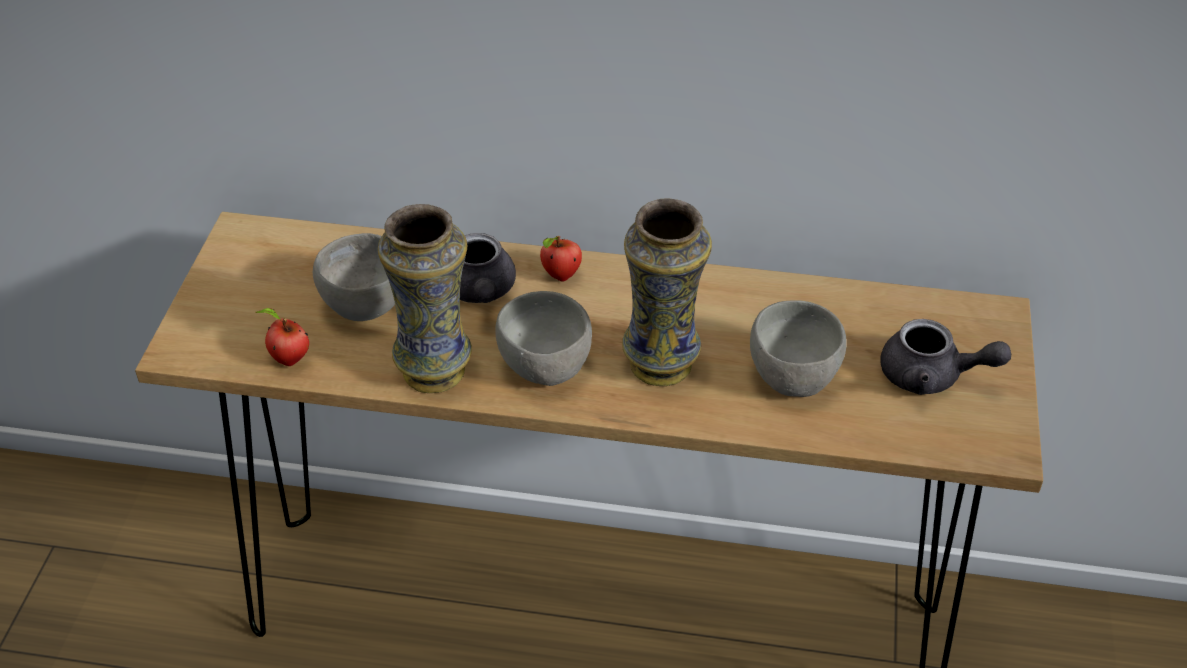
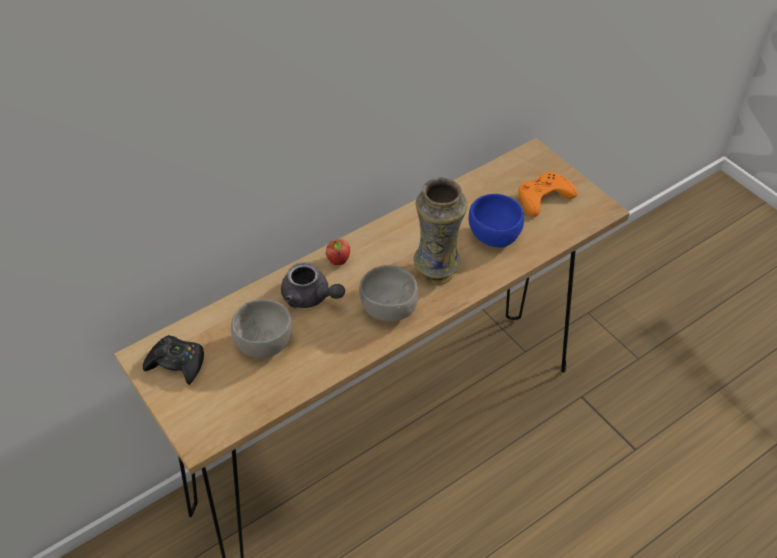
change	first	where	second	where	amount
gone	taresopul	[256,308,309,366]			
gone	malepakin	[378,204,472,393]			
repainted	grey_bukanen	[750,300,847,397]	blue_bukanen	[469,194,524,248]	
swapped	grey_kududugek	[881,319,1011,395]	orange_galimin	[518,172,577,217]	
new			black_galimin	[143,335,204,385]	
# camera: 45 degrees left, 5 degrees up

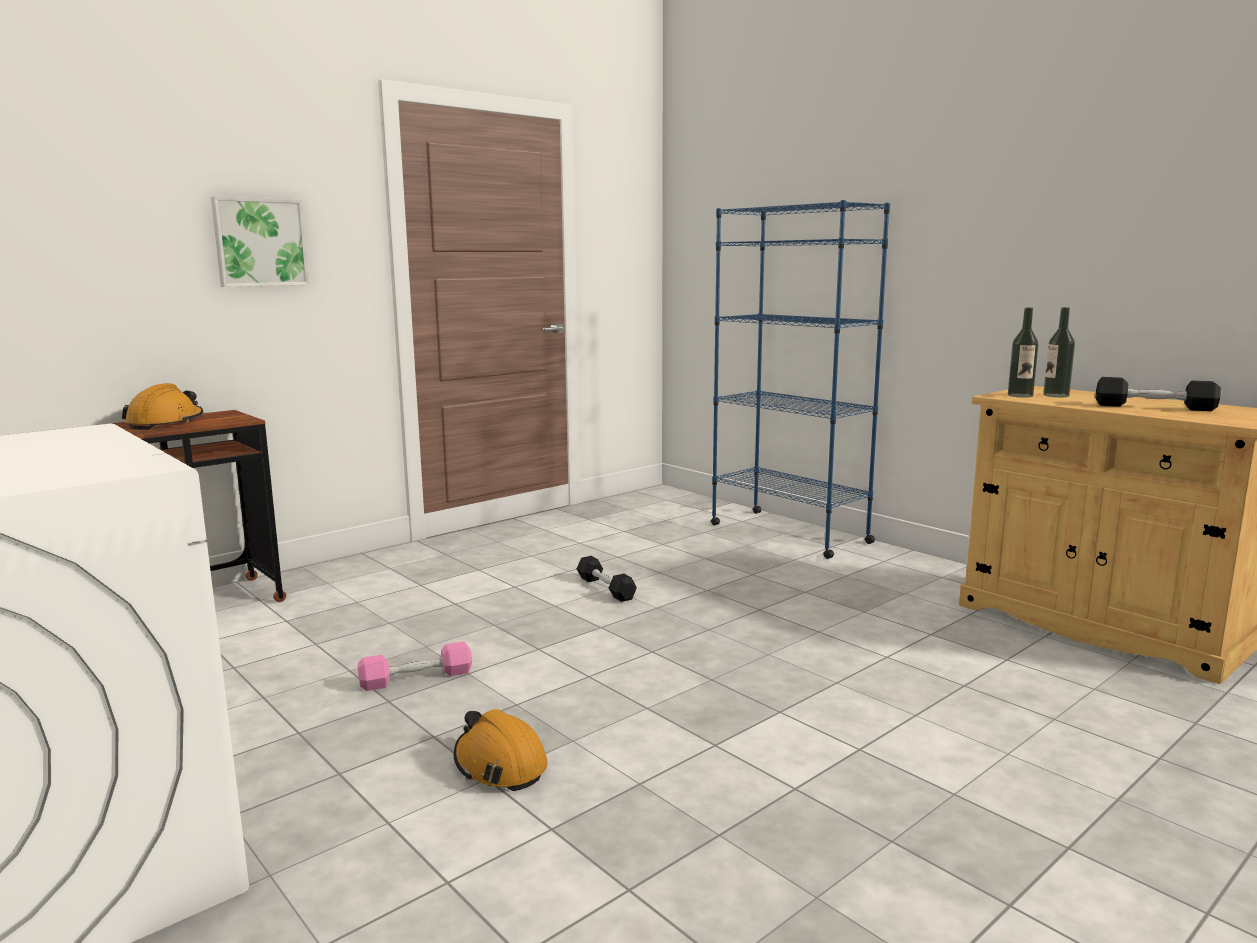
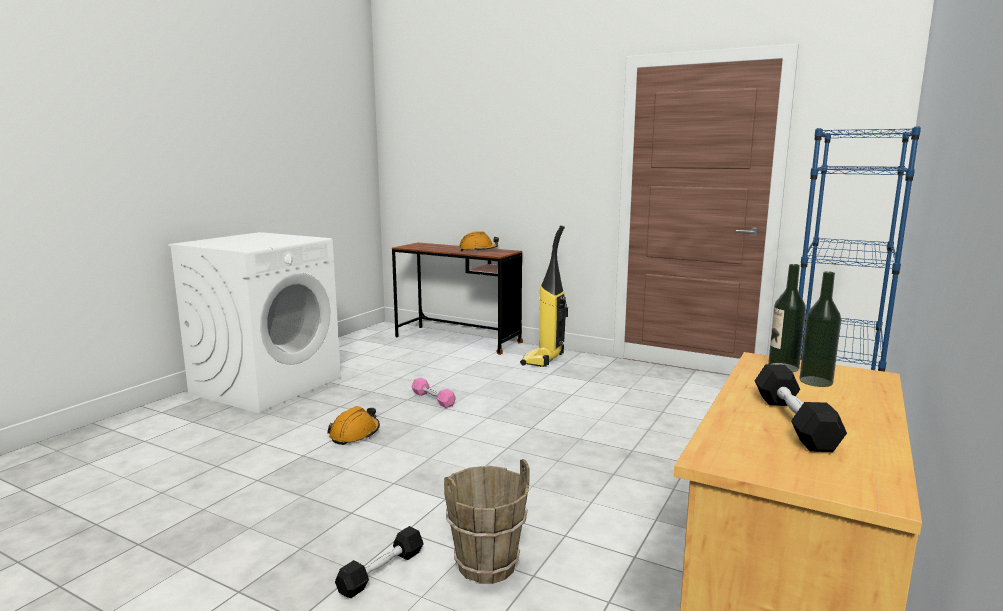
change	first	where	second	where	amount
gone	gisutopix	[211,197,309,287]			
shifted	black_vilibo	[577,556,637,602]		[335,526,424,598]	
new			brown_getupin	[444,459,530,584]	
new			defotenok	[520,225,568,367]	
# camera: 70 degrees right, 0 degrees up

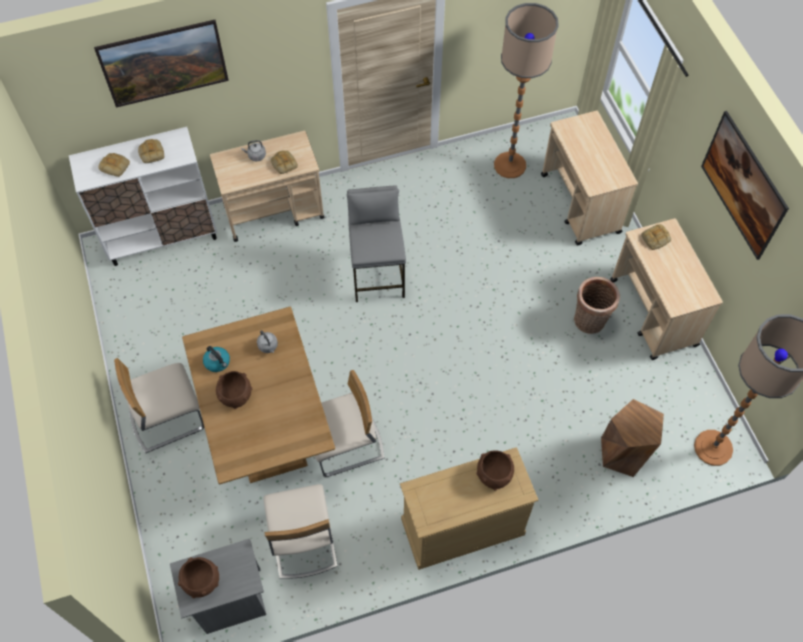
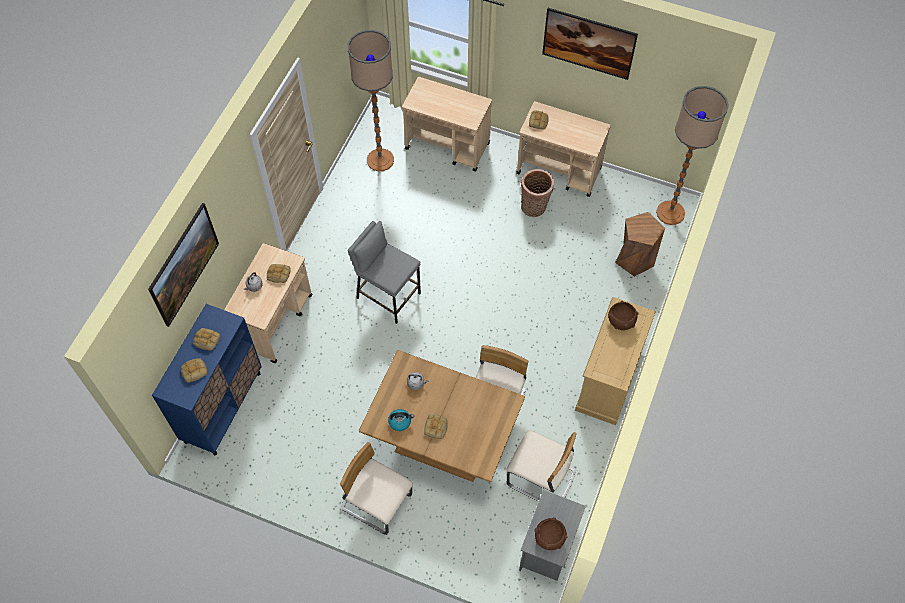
change	first	where	second	where	amount
repainted	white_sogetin	[69,127,217,266]	blue_sogetin	[152,304,262,455]	
rotated	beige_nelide	[114,358,204,453]		[340,442,413,535]	105 degrees clockwise
swapped	brown_bukanen	[216,371,252,409]	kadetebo	[424,414,448,439]	
# camera: 50 degrees left, 0 degrees up

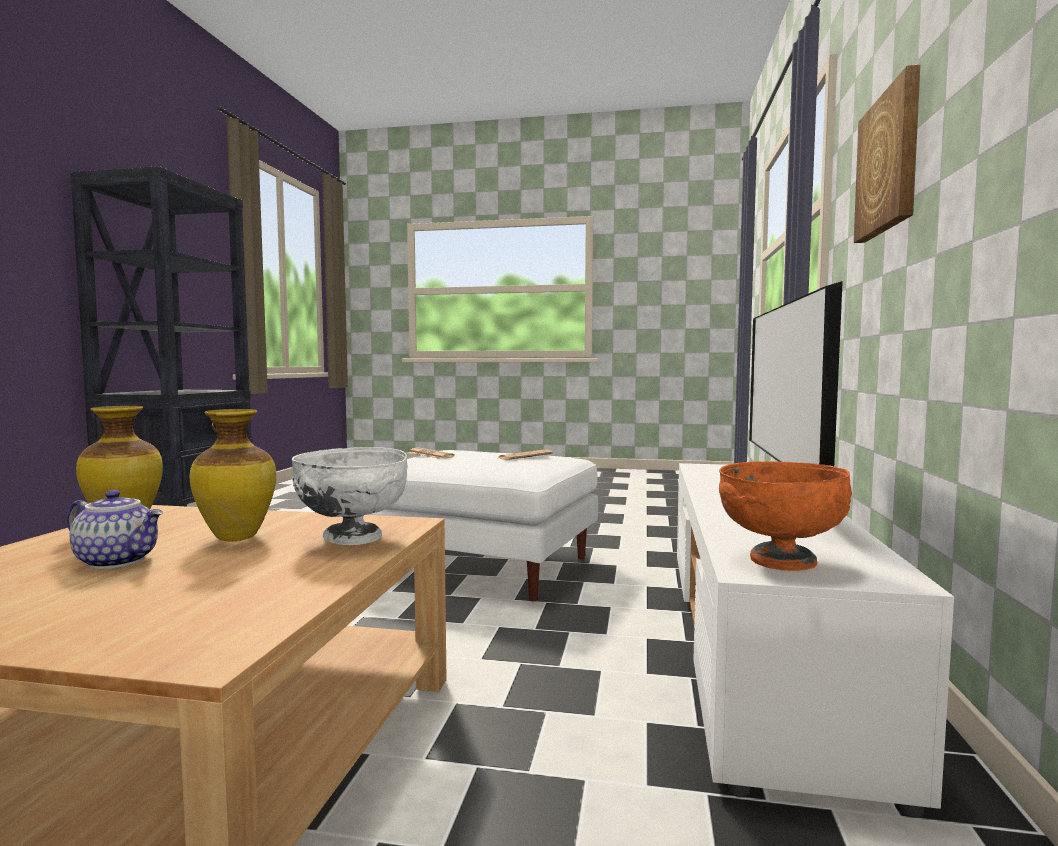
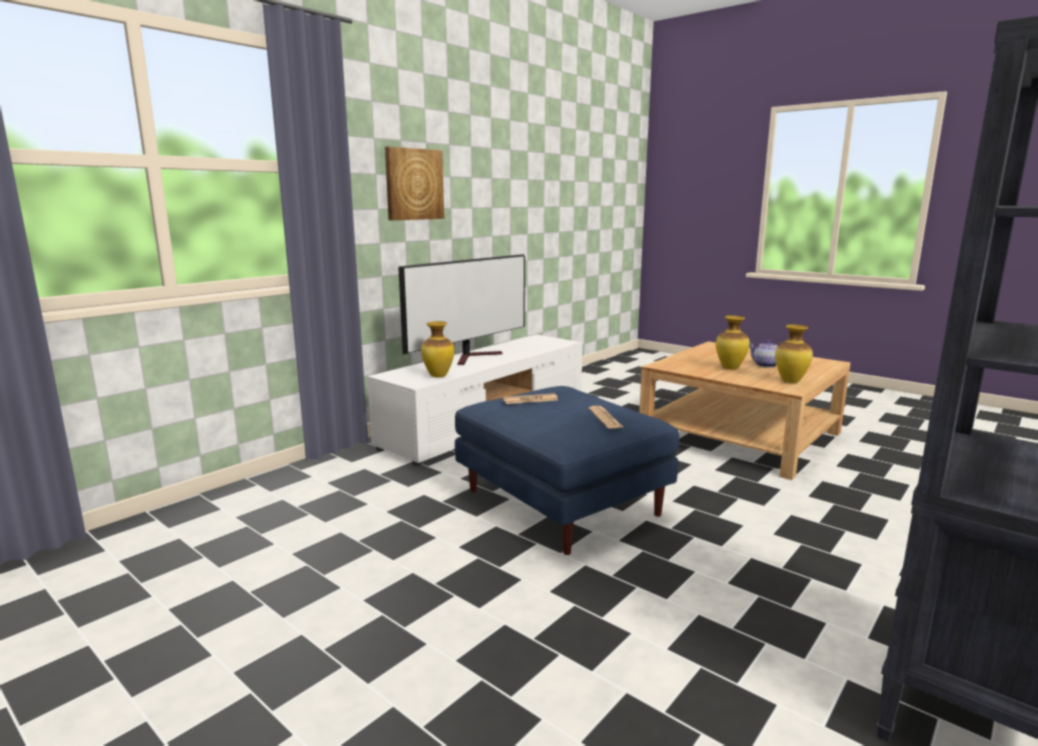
change	first	where	second	where	amount
gone	white_bukanen	[292,447,408,545]			
repainted	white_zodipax	[367,450,598,601]	blue_zodipax	[455,386,679,555]	
gone	orange_bukanen	[719,461,852,571]			
new			malepakin	[421,321,454,378]	
# camera: 150 degrees left, 10 degrees up

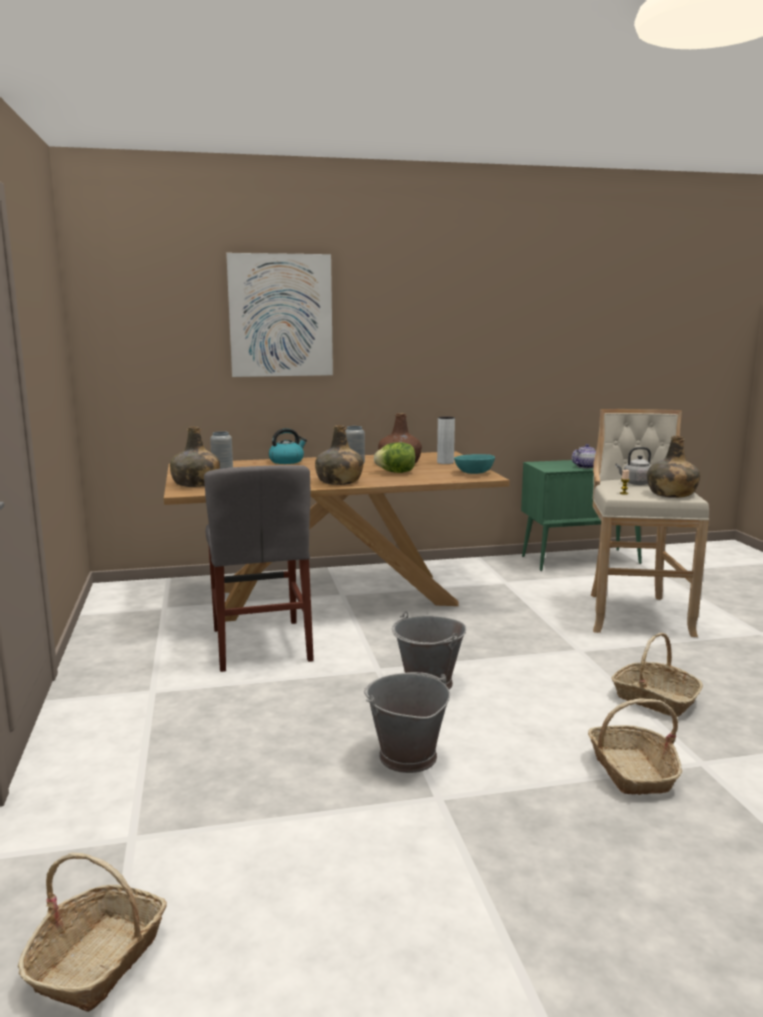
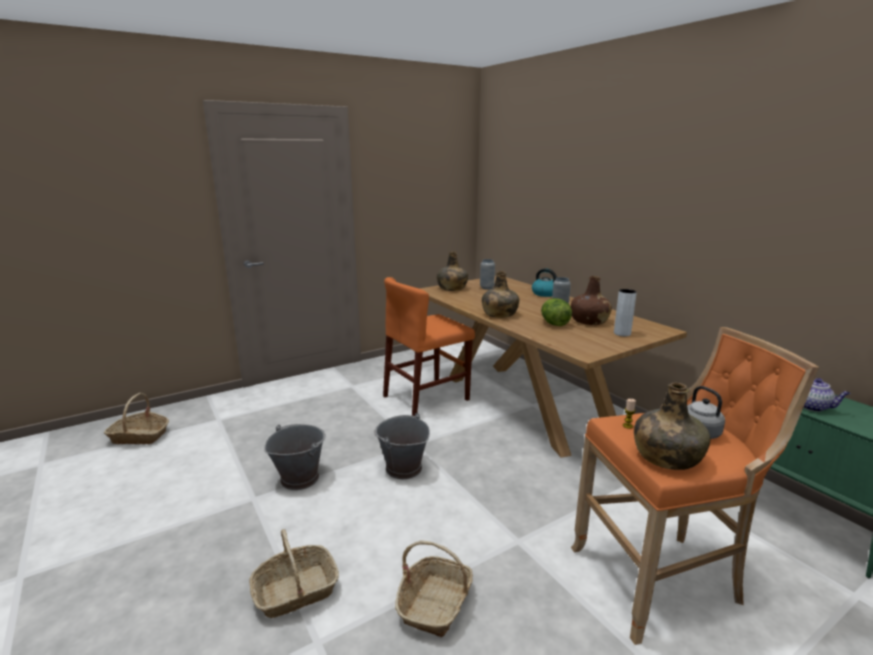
change	first	where	second	where	amount
repainted	grey_nelide	[204,465,314,672]	orange_nelide	[383,277,475,416]	
gone	gisutopix	[226,253,333,377]			
gone	turquoise_bukanen	[454,454,495,474]			
repainted	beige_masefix	[591,409,709,637]	orange_masefix	[571,327,819,645]	
# camera: 70 degrees right, 5 degrees up

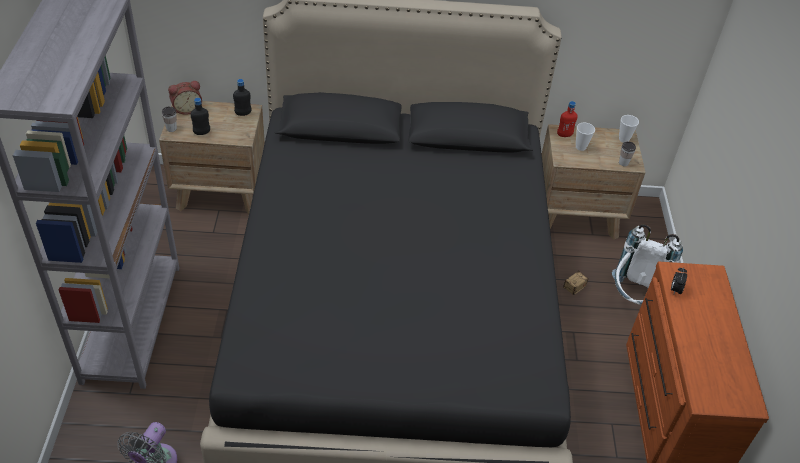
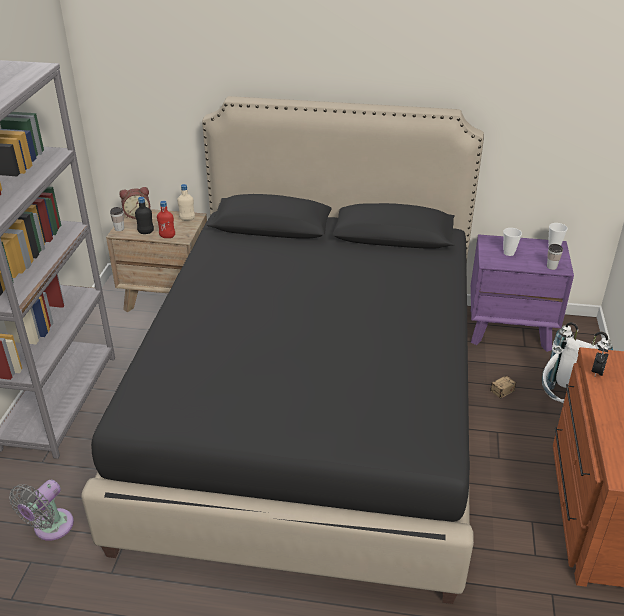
change	first	where	second	where	amount
repainted	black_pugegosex	[233,79,252,116]	beige_pugegosex	[177,184,195,221]	
repainted	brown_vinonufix	[542,124,646,240]	purple_vinonufix	[470,234,574,352]	
shifted	red_pugegosex	[557,101,578,137]		[157,201,175,238]	
# camera: 10 degrees right, 10 degrees down

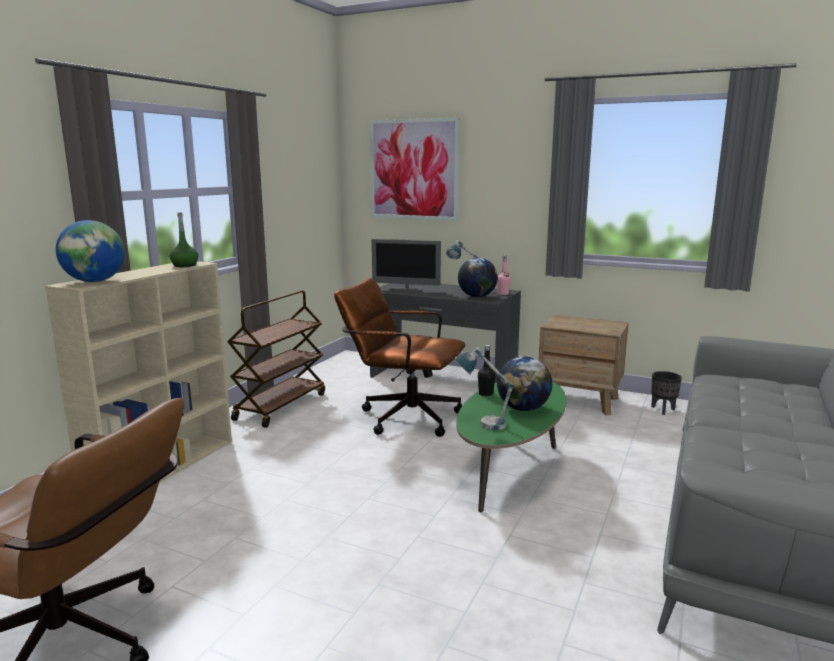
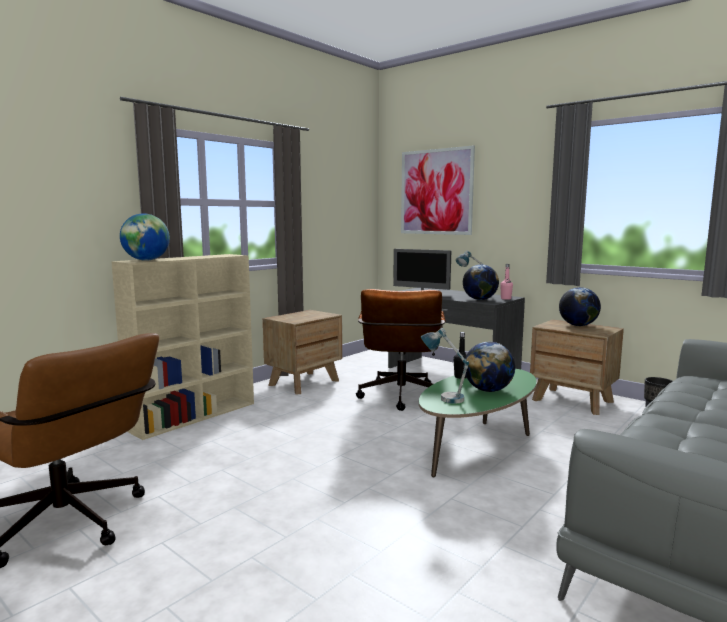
change	first	where	second	where	amount
gone	green_pugegosex	[169,213,199,267]			
swapped	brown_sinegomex	[227,290,325,428]	brown_vinonufix	[263,310,342,395]	
rotated	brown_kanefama	[334,278,466,437]		[356,289,445,411]	120 degrees counterclockwise
new			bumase	[559,287,601,326]	
# camera: 15 degrees right, 5 degrees down

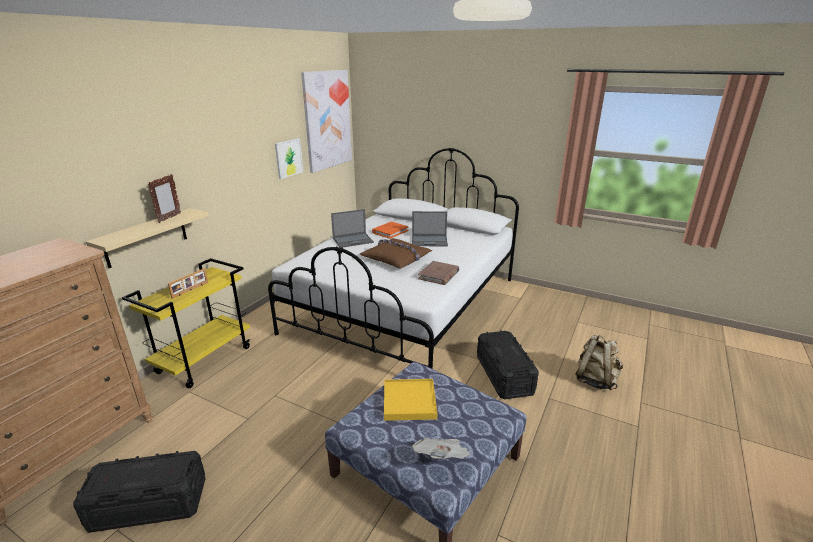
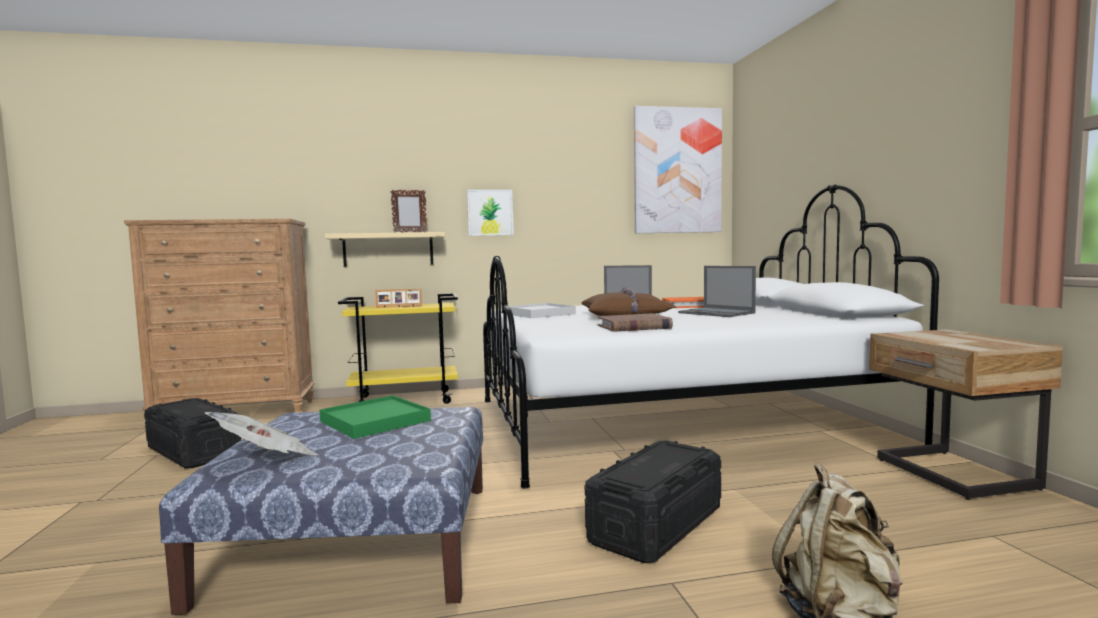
change	first	where	second	where	amount
shifted	gisutopix	[275,138,303,179]		[467,190,514,236]	
repainted	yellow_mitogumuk	[384,379,437,421]	green_mitogumuk	[320,395,431,439]	
new			white_mitogumuk	[509,303,576,318]	
new			beige_vinonufix	[869,329,1063,500]	
# camera: 50 degrees right, 20 degrees down

